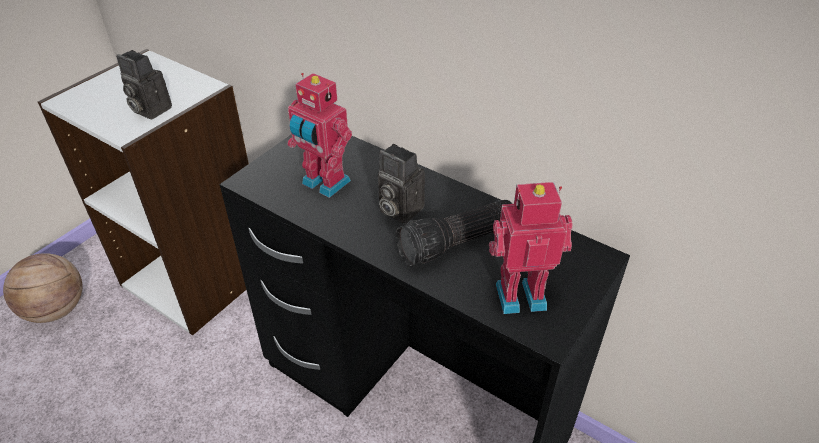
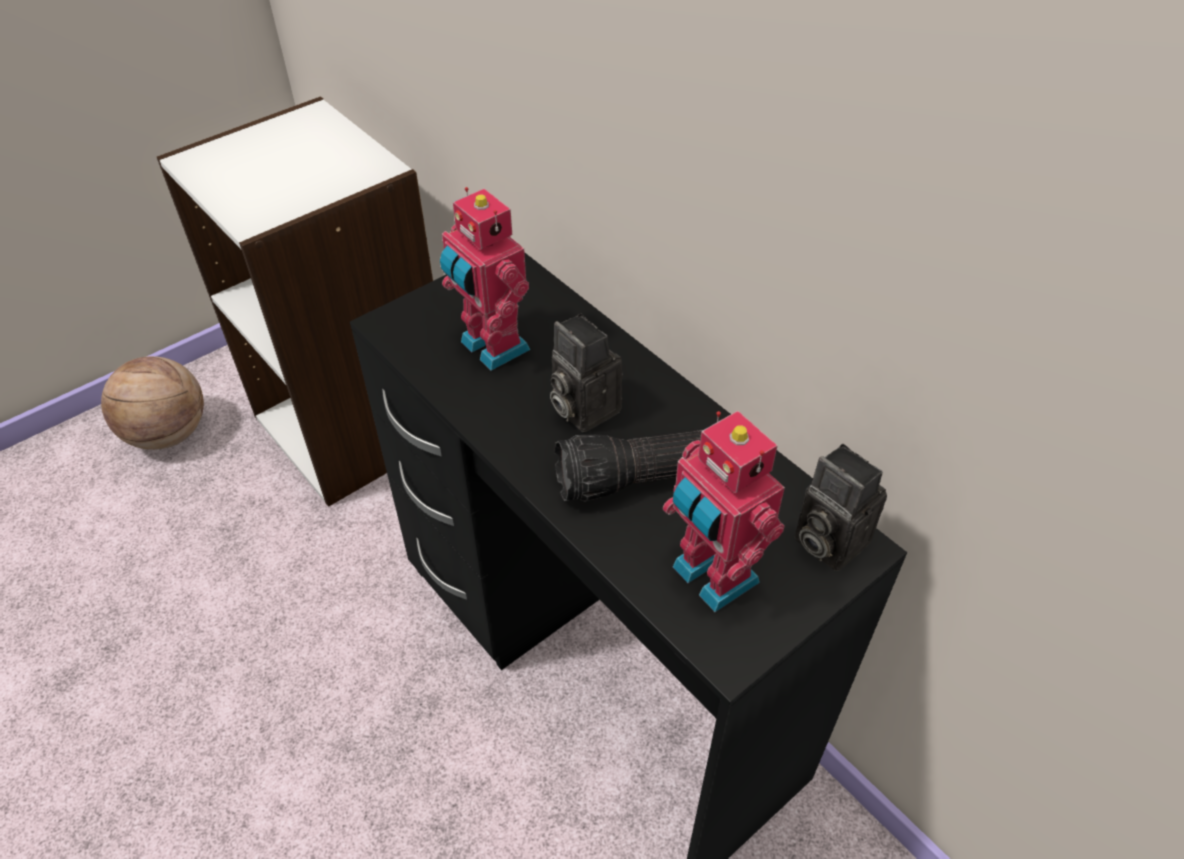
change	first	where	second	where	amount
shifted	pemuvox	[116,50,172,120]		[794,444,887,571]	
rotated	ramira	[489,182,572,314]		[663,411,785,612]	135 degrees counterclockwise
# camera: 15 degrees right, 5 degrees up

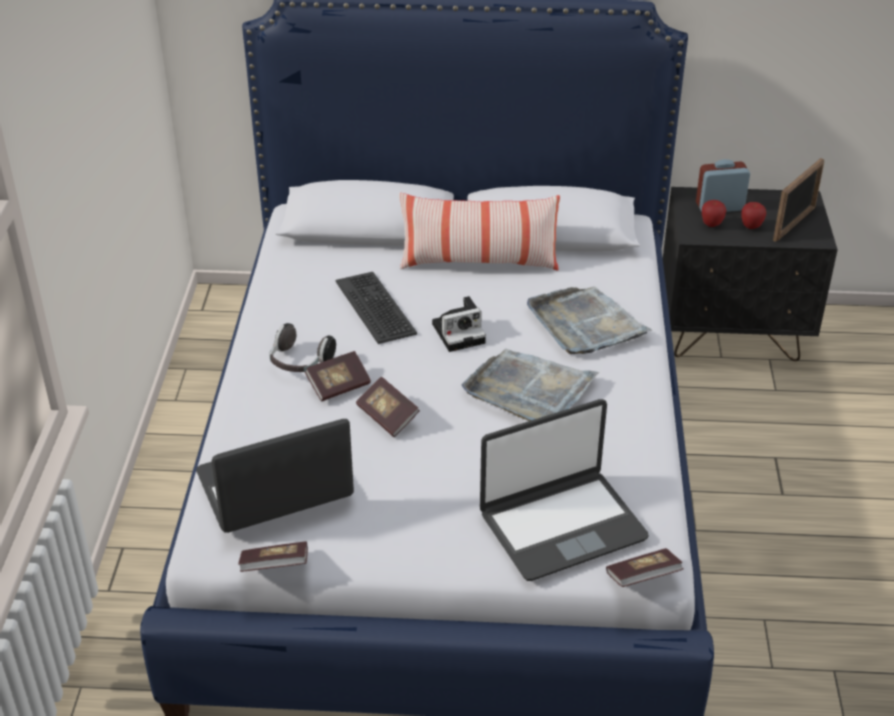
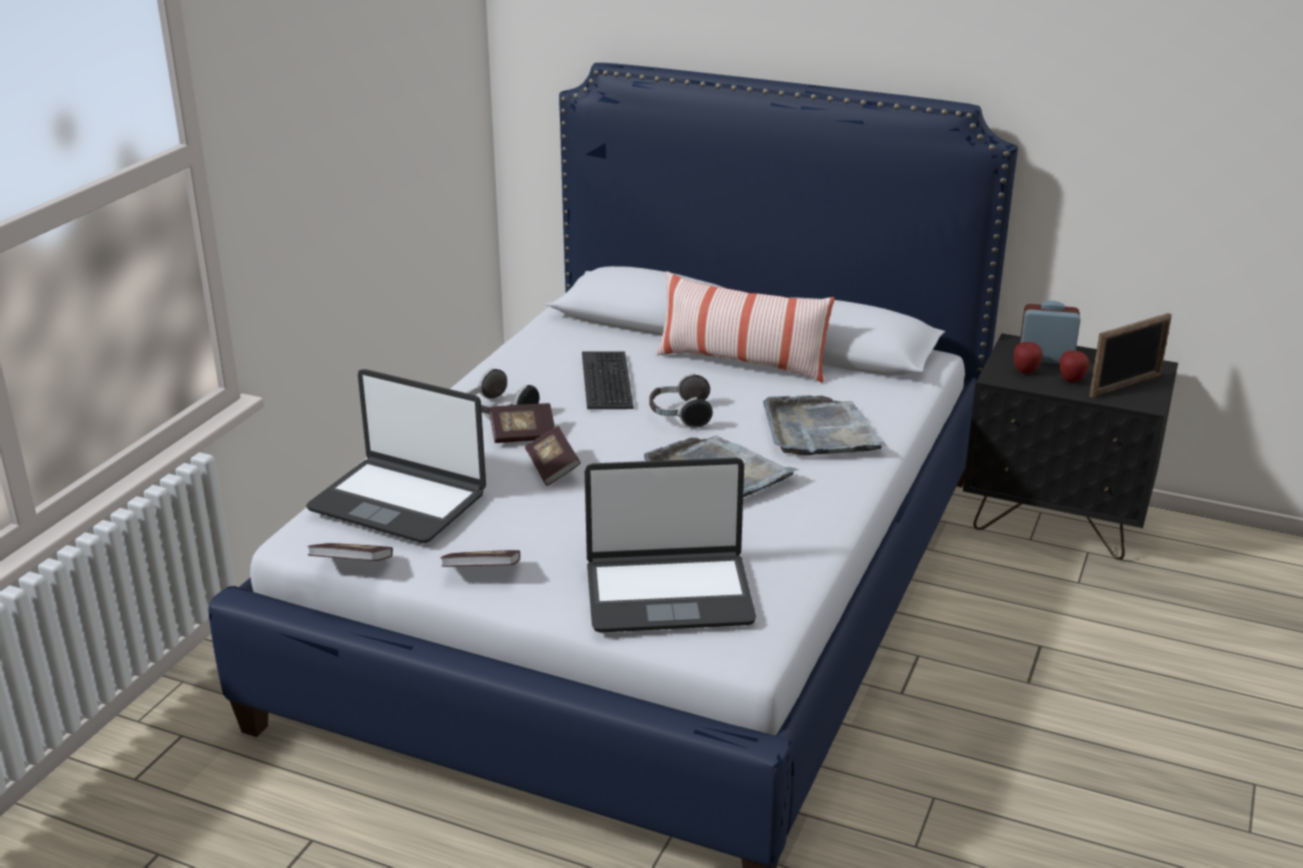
change	first	where	second	where	amount
rotated	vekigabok	[196,419,354,533]		[306,369,486,543]	150 degrees counterclockwise
swapped	pemuvox	[432,296,486,352]	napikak	[649,373,713,429]	
shifted	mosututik	[606,548,683,587]		[441,550,520,567]	
# camera: 20 degrees right, 10 degrees down

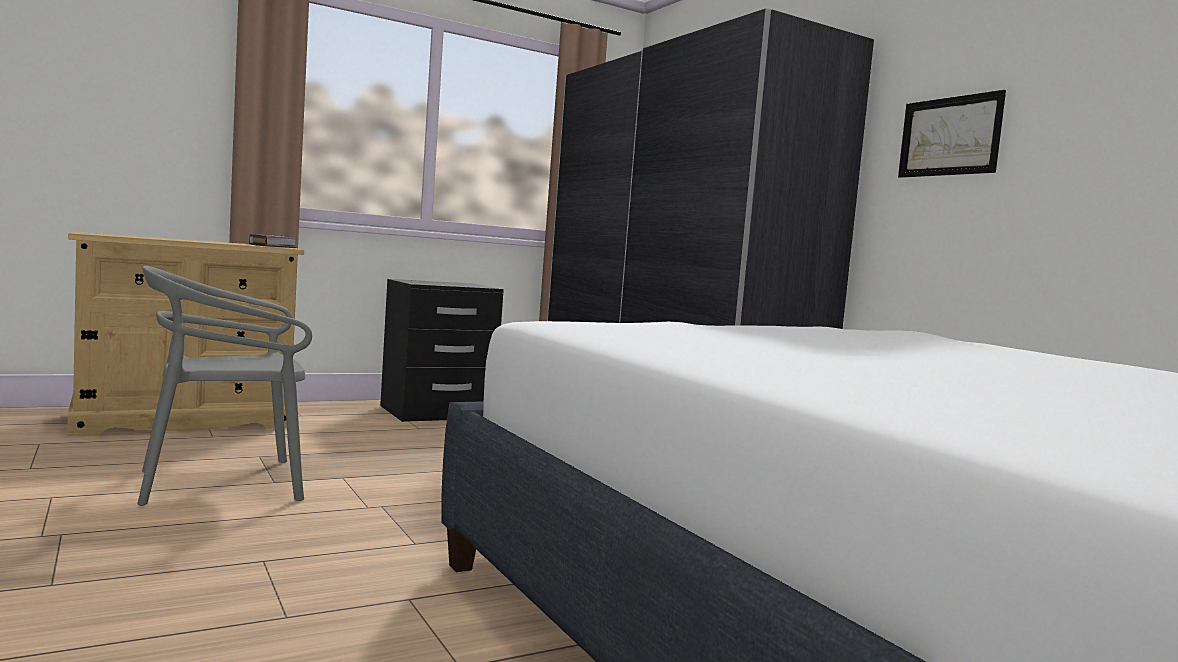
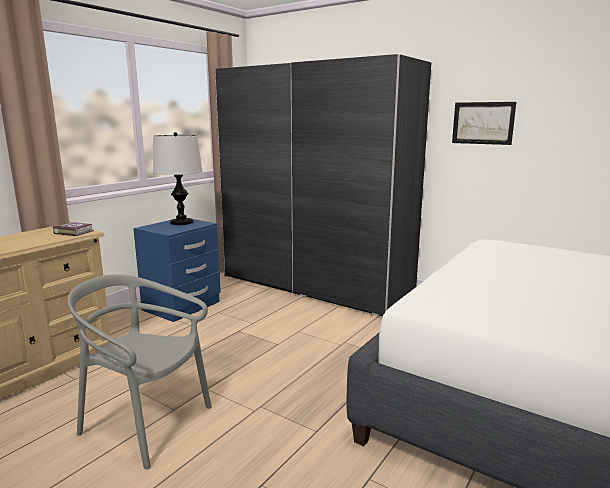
change	first	where	second	where	amount
rotated	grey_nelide	[137,266,312,506]		[68,274,212,470]	75 degrees clockwise
repainted	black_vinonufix	[380,279,504,422]	blue_vinonufix	[133,219,221,322]	
new			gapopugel	[153,132,203,225]	
# camera: 25 degrees left, 10 degrees up

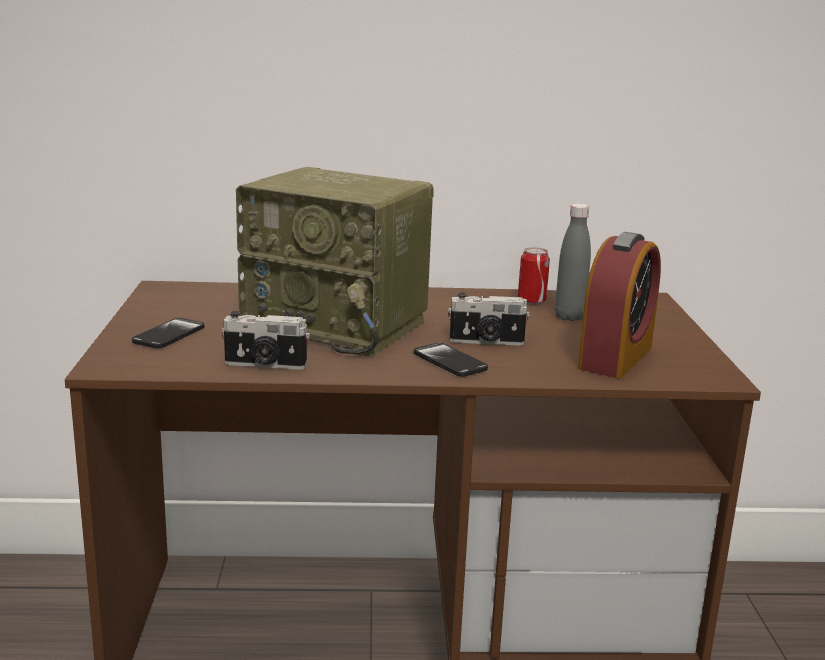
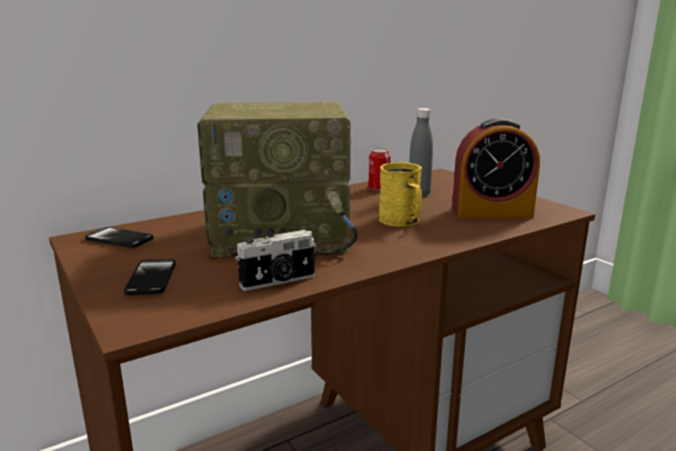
change	first	where	second	where	amount
shifted	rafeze	[414,343,488,377]		[85,227,153,248]	
swapped	pemuvox	[448,293,530,346]	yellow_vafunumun	[379,162,422,227]	
rotated	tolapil	[578,232,661,378]		[452,118,540,218]	90 degrees clockwise
# camera: 30 degrees left, 0 degrees up

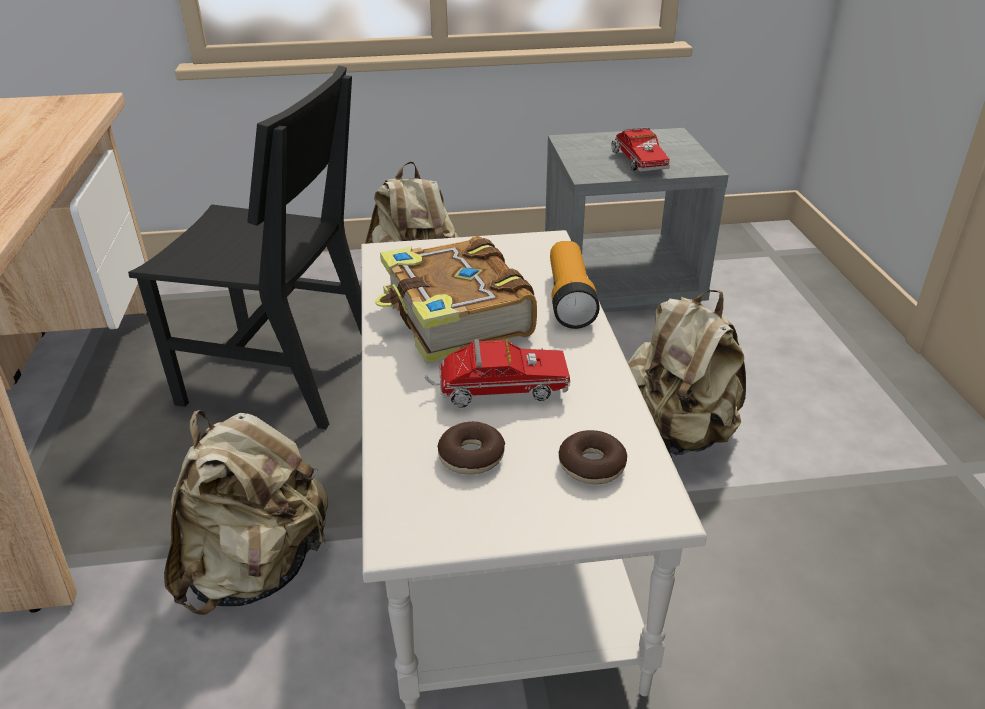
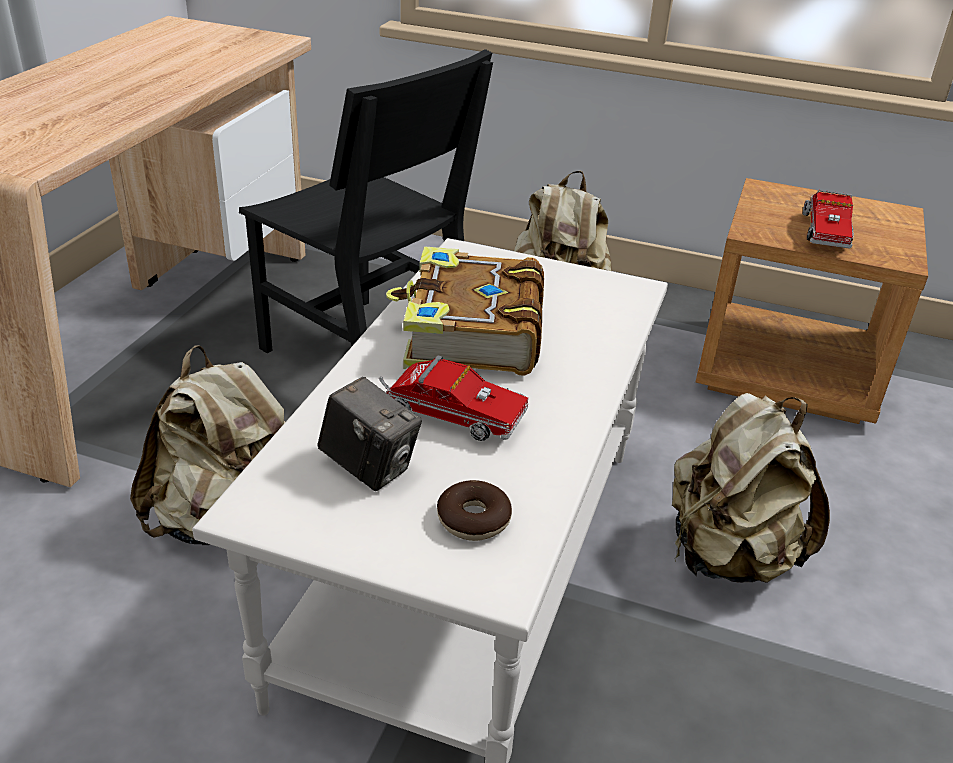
change	first	where	second	where	amount
swapped	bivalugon	[437,422,505,475]	pemuvox	[317,377,422,491]	
repainted	grey_vinonufix	[545,128,729,312]	brown_vinonufix	[696,178,928,424]	
gone	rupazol	[550,241,600,329]			
# camera: 25 degrees right, 0 degrees up

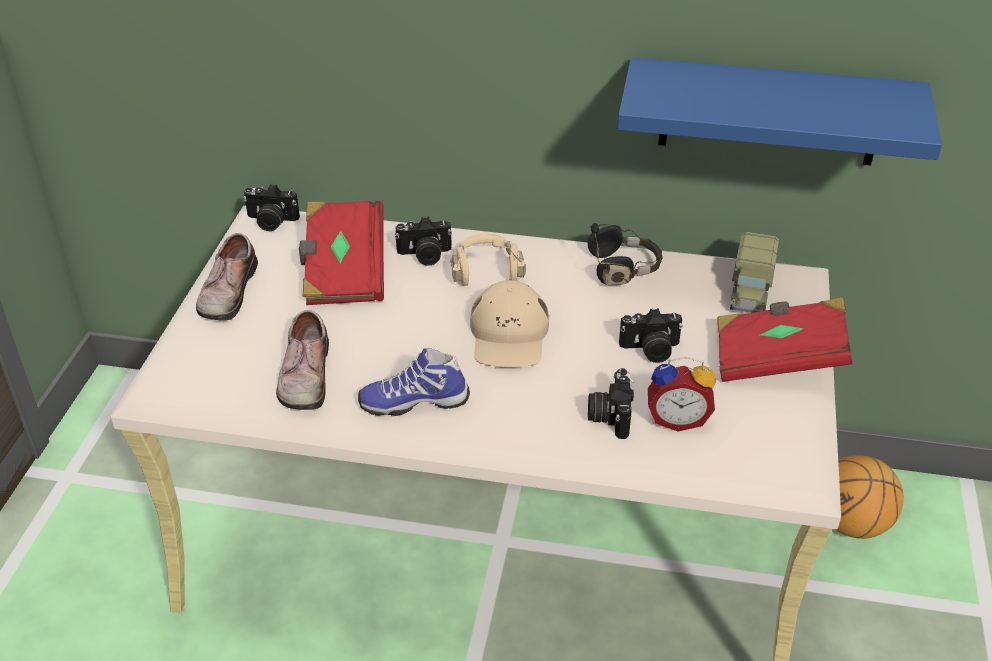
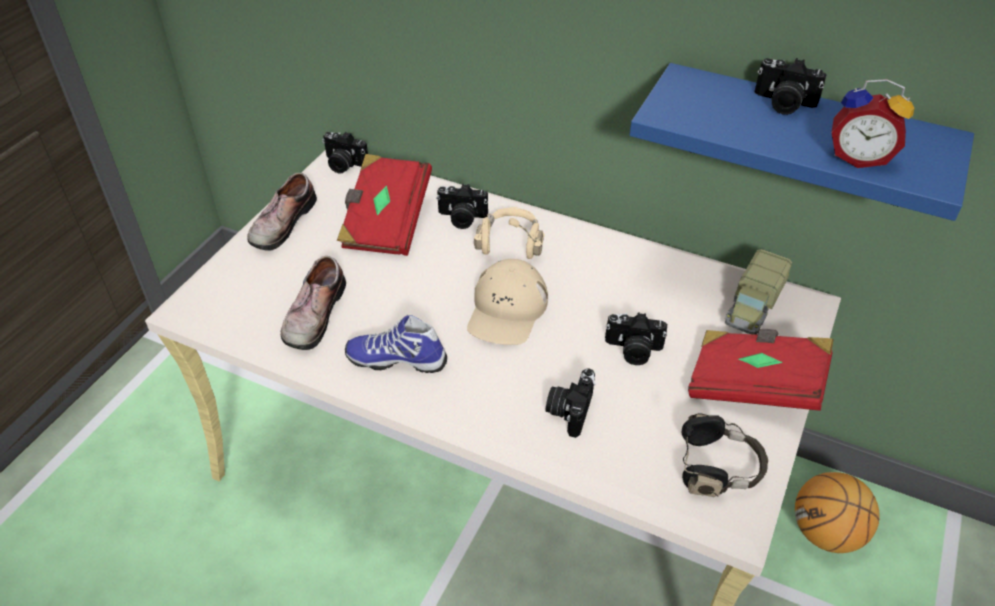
change	first	where	second	where	amount
shifted	black_napikak	[588,223,662,285]		[682,413,768,497]	
shifted	tolapil	[648,357,716,432]		[831,79,914,168]	
new			pemuvox	[754,58,827,115]	
# camera: 15 degrees right, 5 degrees up

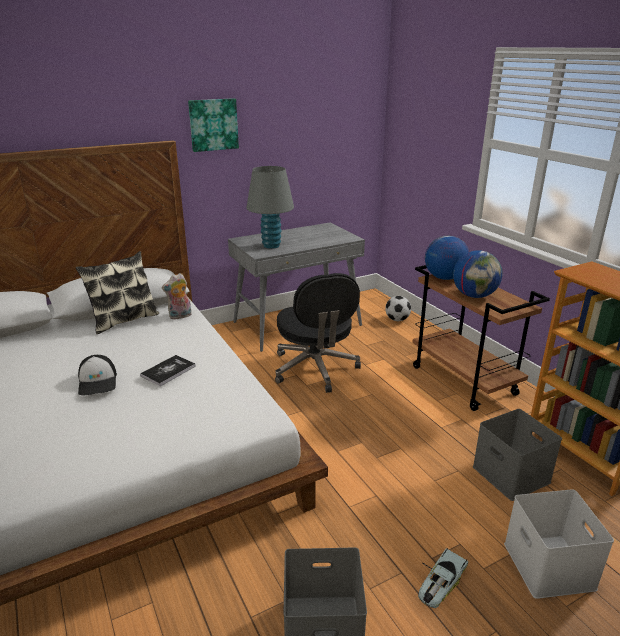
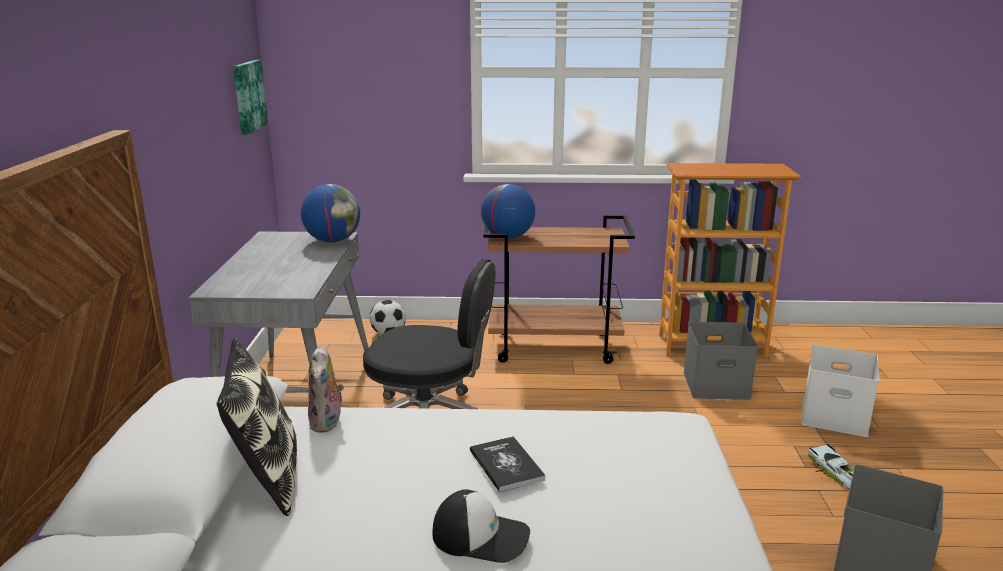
change	first	where	second	where	amount
shifted	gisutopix	[188,98,239,152]		[233,60,268,135]	
gone	grey_gapopugel	[246,166,294,249]			
shifted	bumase	[453,250,503,298]		[301,184,360,243]	
# camera: 60 degrees left, 5 degrees down

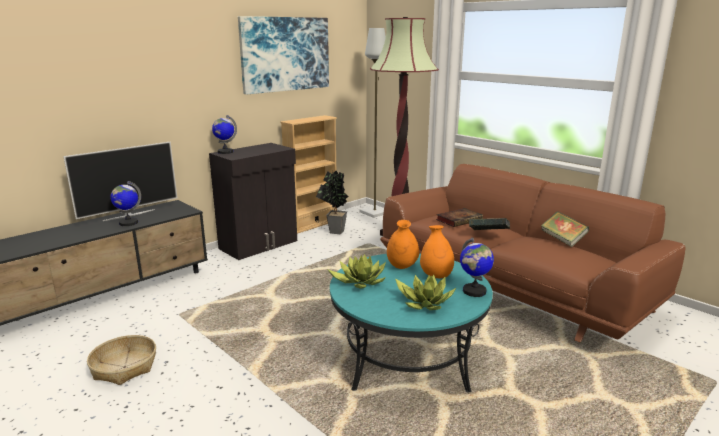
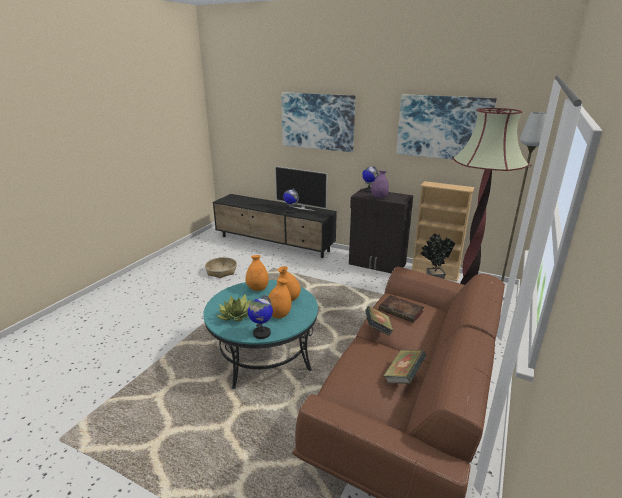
change	first	where	second	where	amount
swapped	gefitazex	[327,254,386,289]	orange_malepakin	[245,255,269,291]	
new			gisutopix	[281,92,356,152]	
new			purple_malepakin	[371,170,389,198]	
# camera: 70 degrees right, 5 degrees up

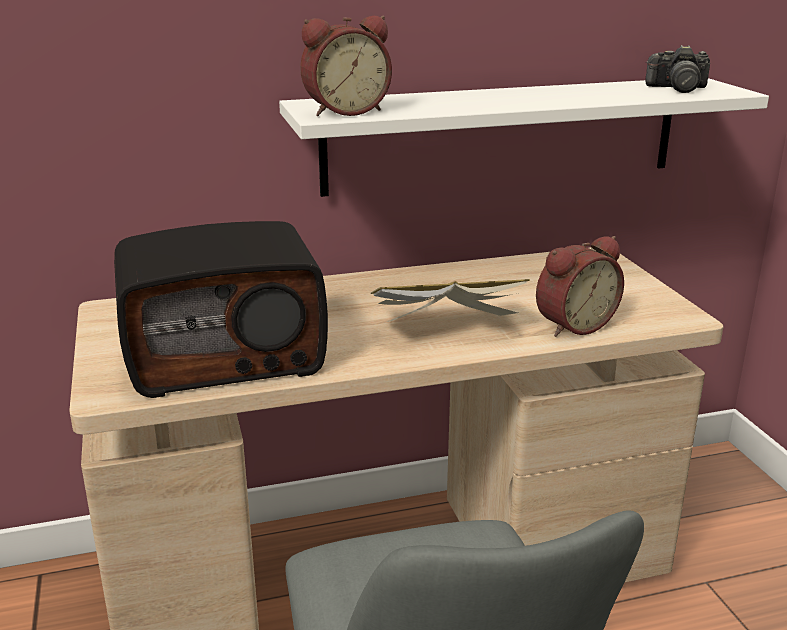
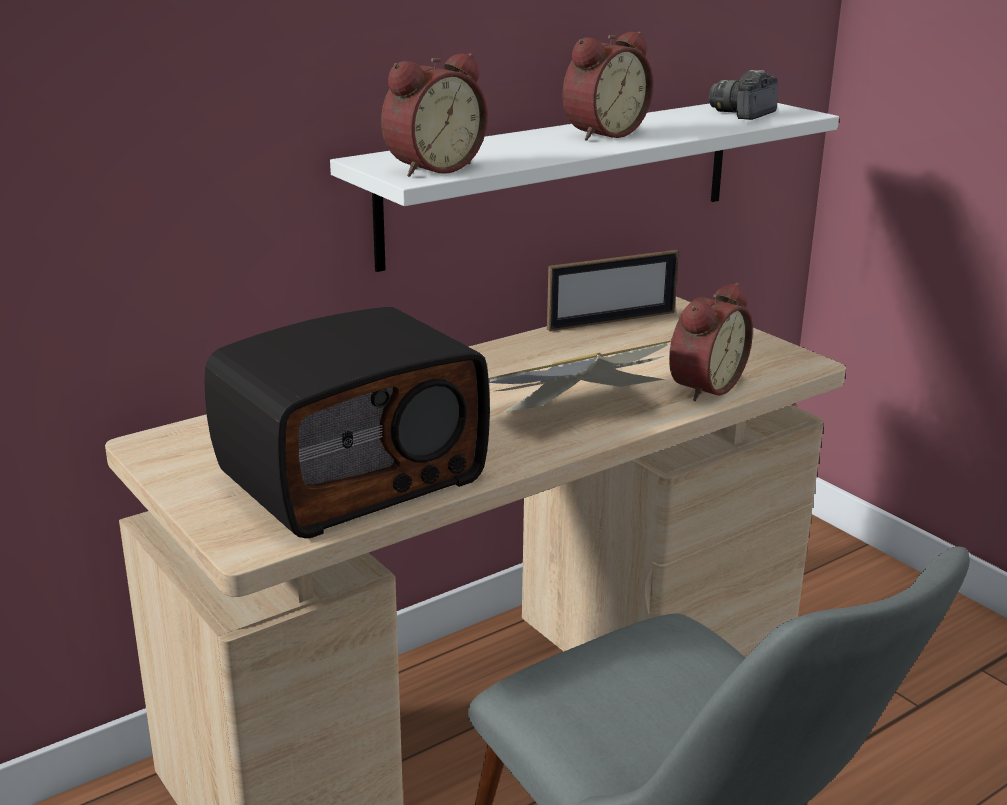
change	first	where	second	where	amount
rotated	pemuvox	[645,45,710,93]		[709,70,778,120]	135 degrees clockwise
new			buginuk	[547,250,679,331]	
new			tolapil	[563,31,653,141]	
# camera: 20 degrees left, 0 degrees up

